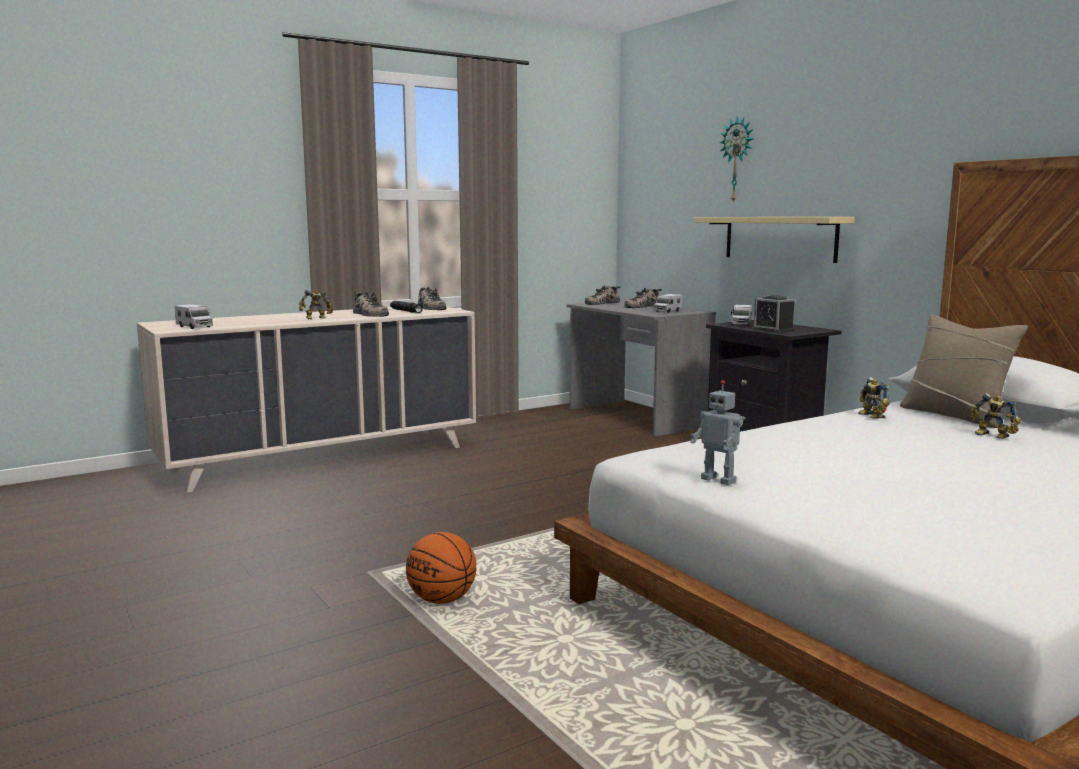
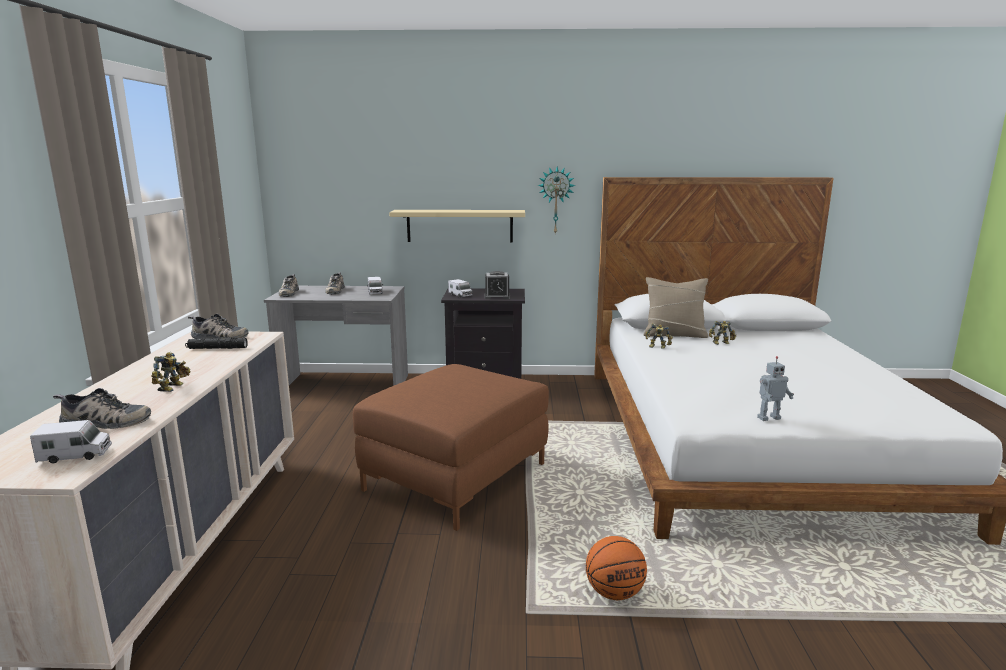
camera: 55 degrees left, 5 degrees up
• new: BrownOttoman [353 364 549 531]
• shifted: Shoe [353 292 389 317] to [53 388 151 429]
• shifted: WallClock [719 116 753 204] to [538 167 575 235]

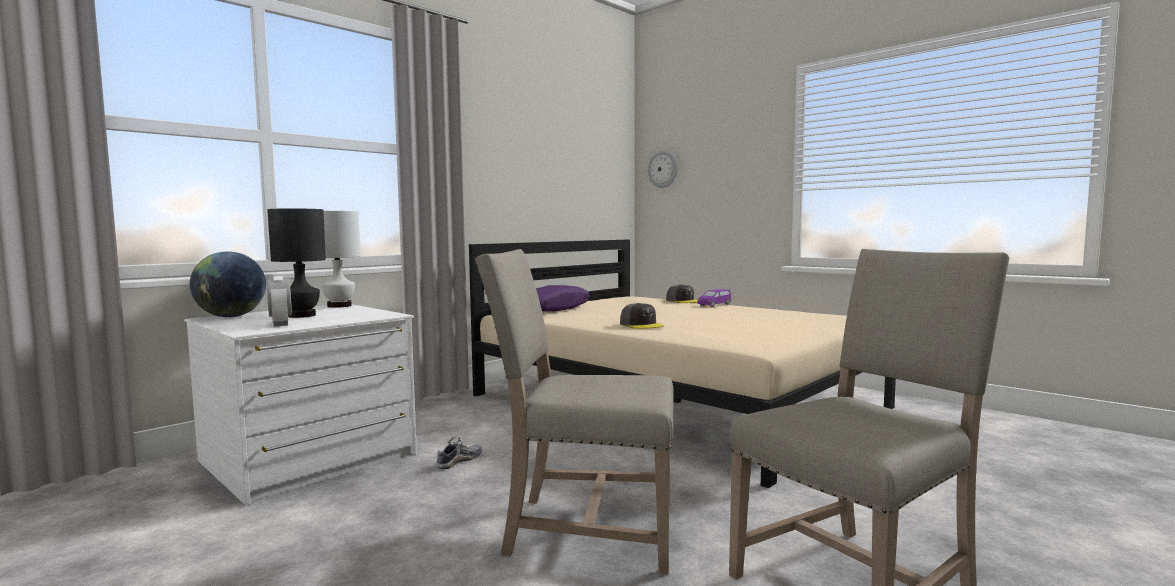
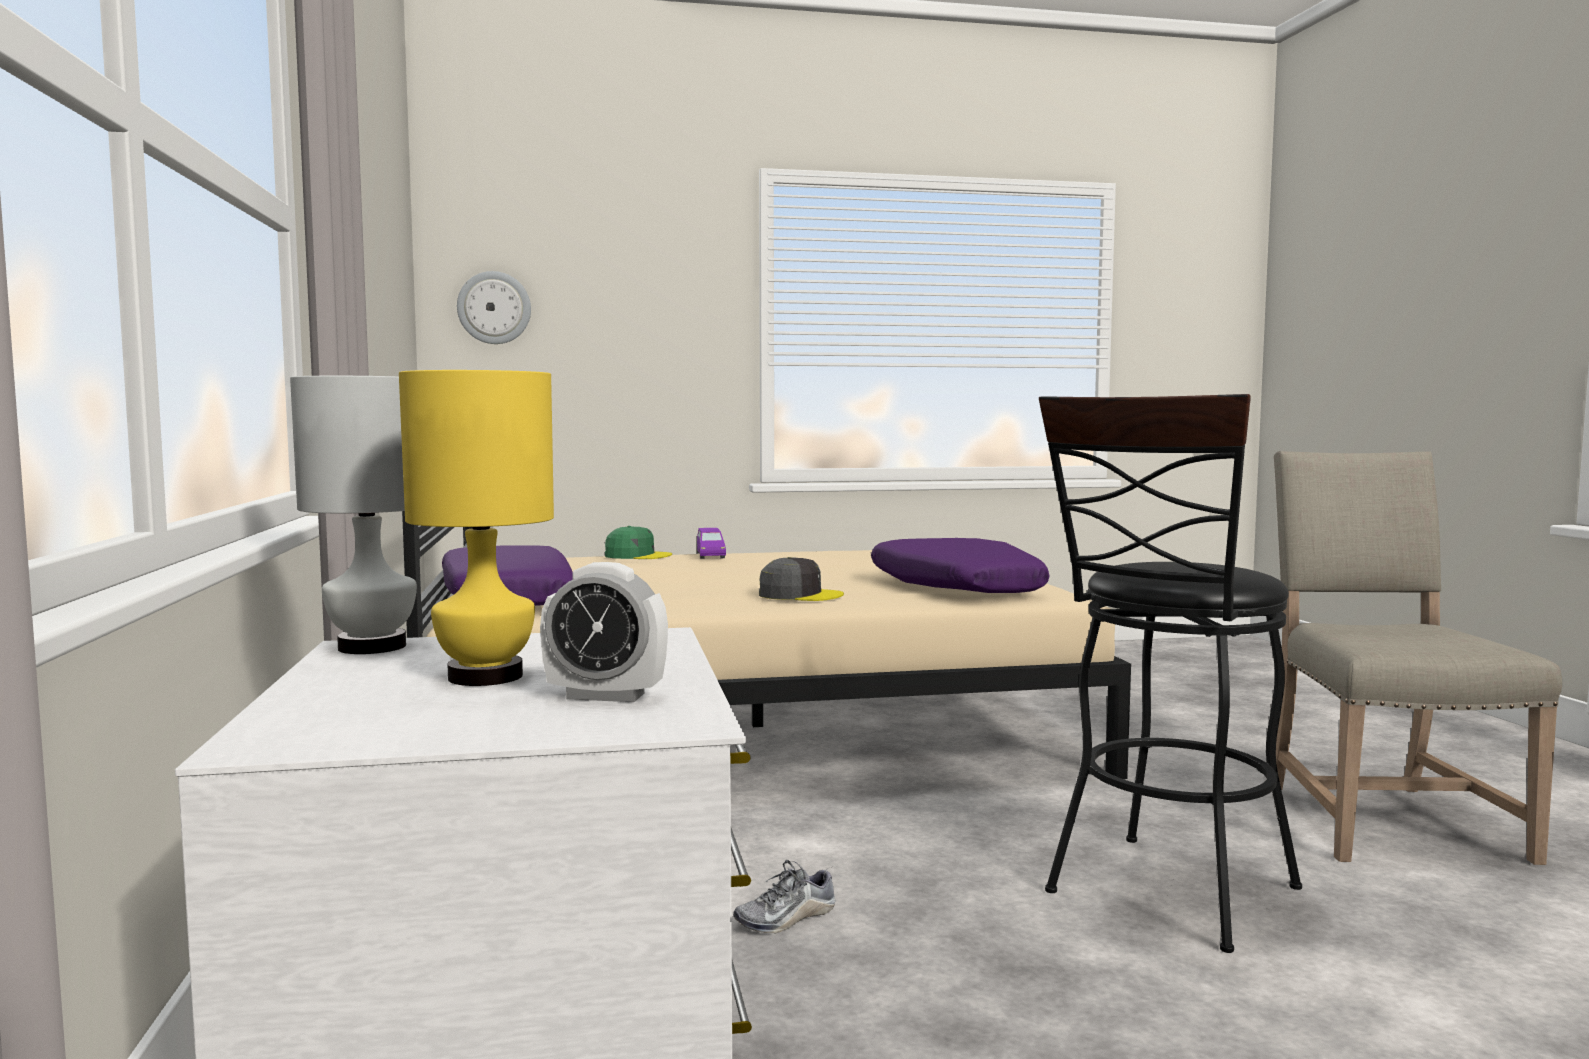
camera: 55 degrees left, 0 degrees up
• gone: Globe [190 251 266 317]
• new: PurplePillow [871 538 1050 593]
• swapped: BeigeChair [475 249 674 575] to BlackStool [1039 394 1302 953]
• repainted: BlackTableLamp [267 209 326 318] to YellowTableLamp [399 370 554 686]
• repainted: GreyCap [666 284 698 303] to GreenCap [605 526 672 559]
• rotated: Shoe [436 436 482 469] = [733 860 835 934] 105 degrees counterclockwise

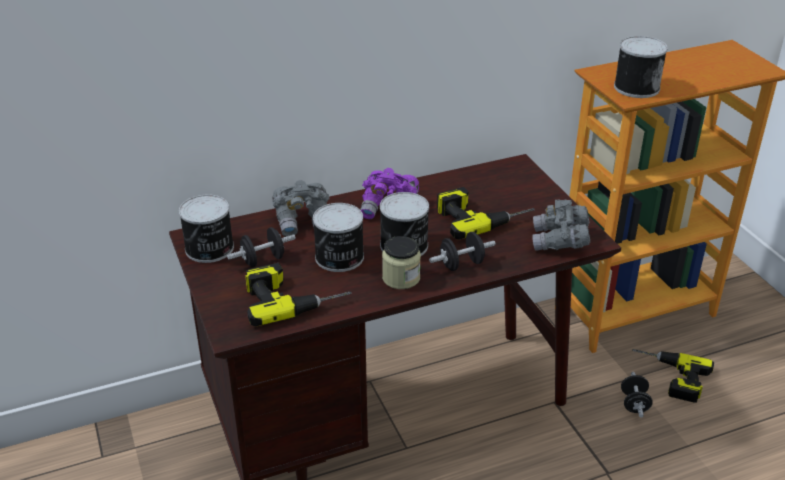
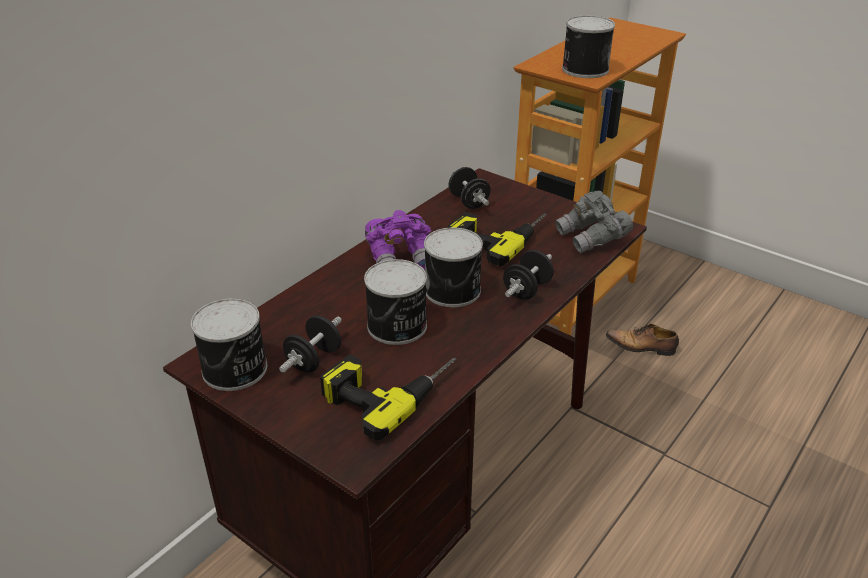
camera: 30 degrees left, 0 degrees up
• gone: GreyBinoculars [272 180 330 237]
• gone: Jar [382 236 421 289]
• shifted: BlackDumbbell [621 372 653 418] to [448 167 491 209]
• swapped: PowerDrill [632 349 714 403] to Shoe [606 323 679 356]

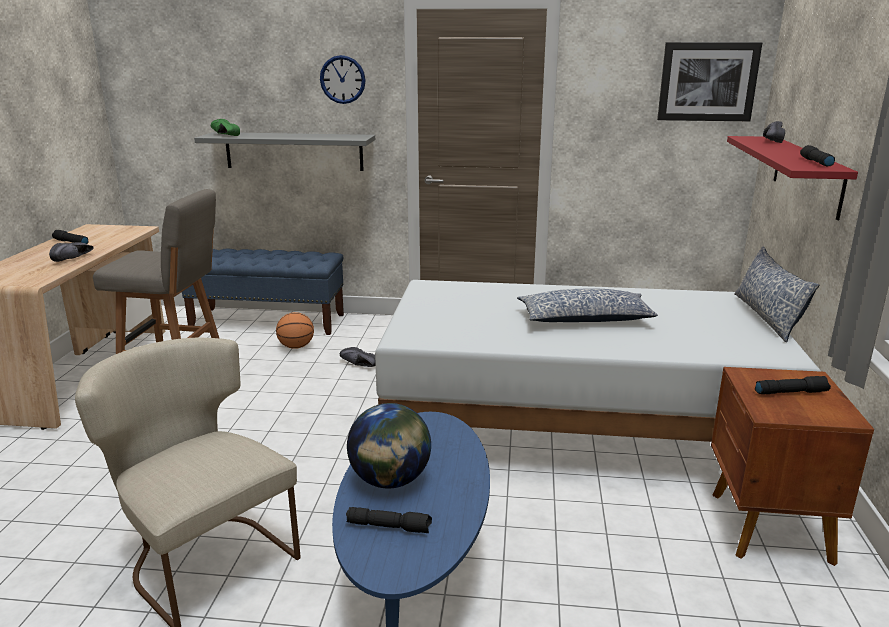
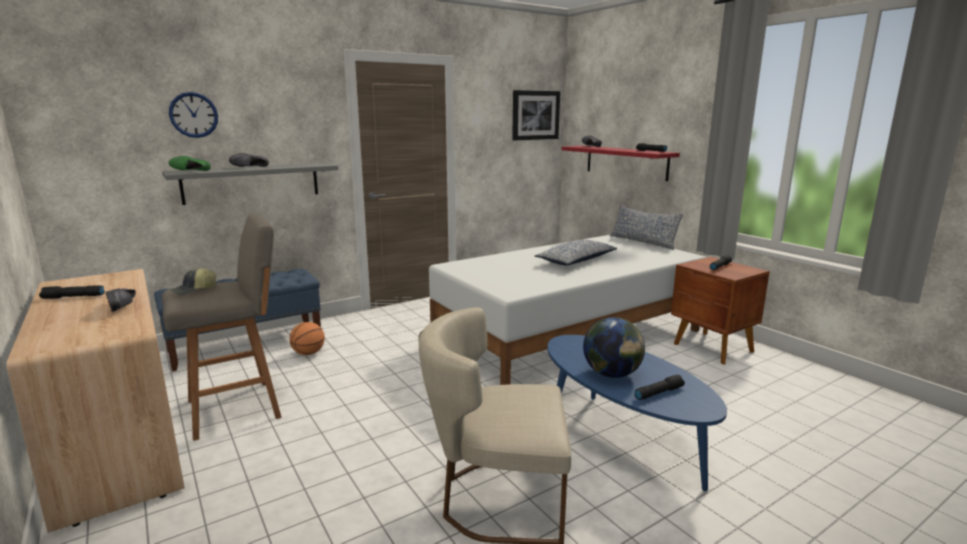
camera: 40 degrees left, 5 degrees down
• new: Cap [171 268 216 295]
• shifted: WallClock [320 55 365 104] to [169 92 218 138]
• shifted: BlackShoe [340 347 376 367] to [229 153 269 167]

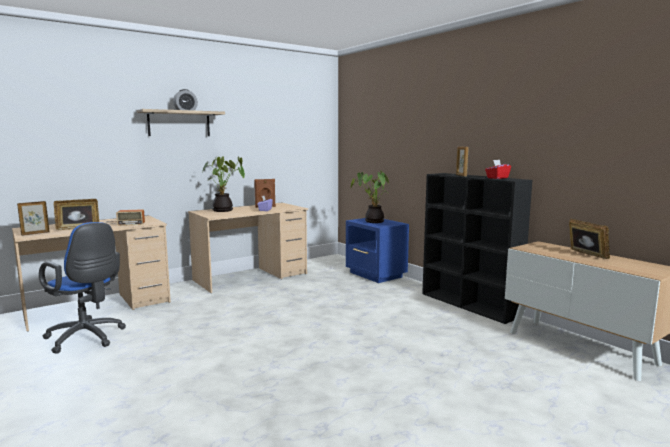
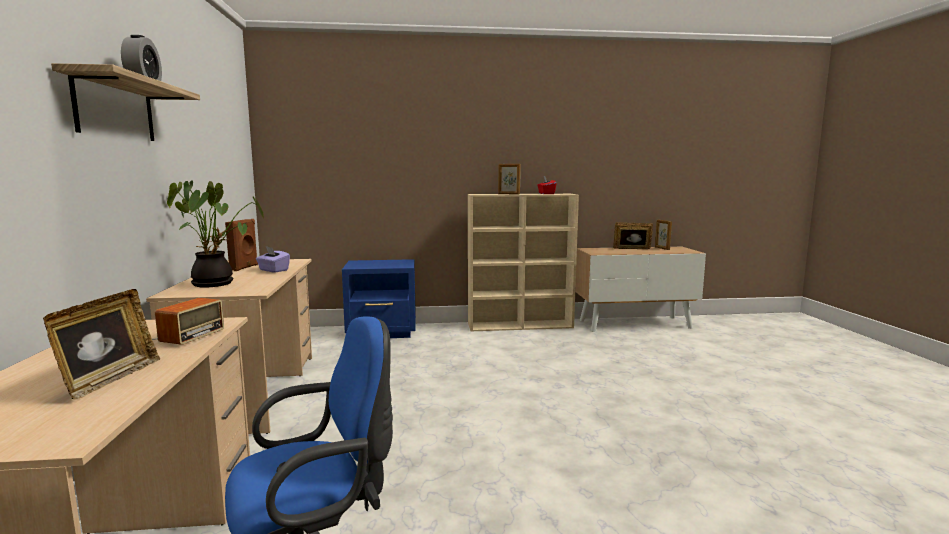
camera: 60 degrees left, 0 degrees up
• gone: PottedPlant [351 170 389 223]
• shifted: PictureFrame [17 201 50 236] to [655 220 672 250]
• repainted: BlackBookcase [422 173 532 324] to BeigeBookcase [468 194 579 331]

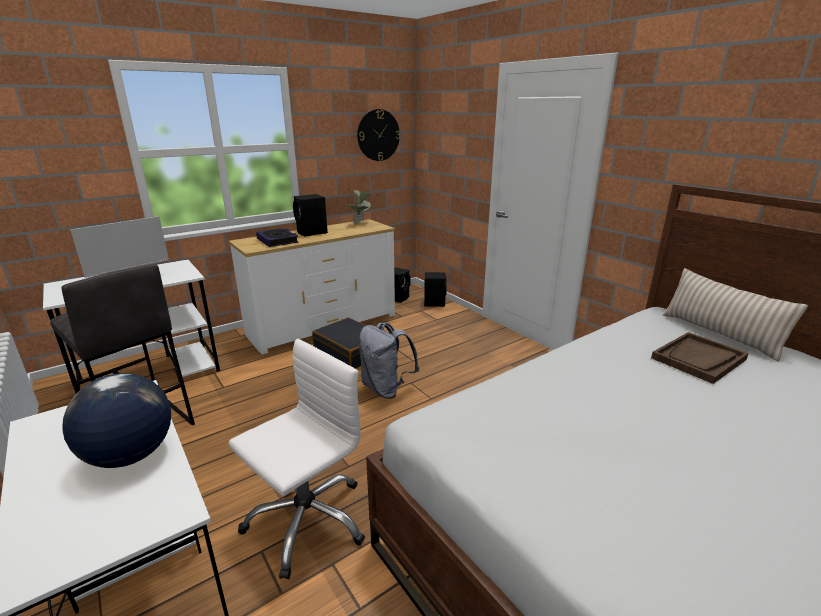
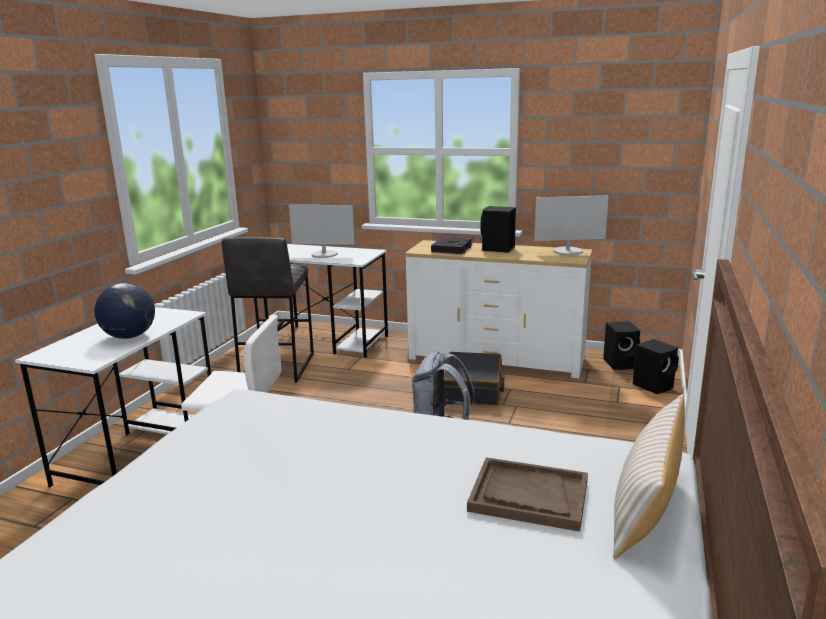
camera: 55 degrees right, 5 degrees down
• gone: WallClock [357 109 400 161]
• swapped: PottedPlant [348 189 371 224] to Monitor [534 195 609 255]

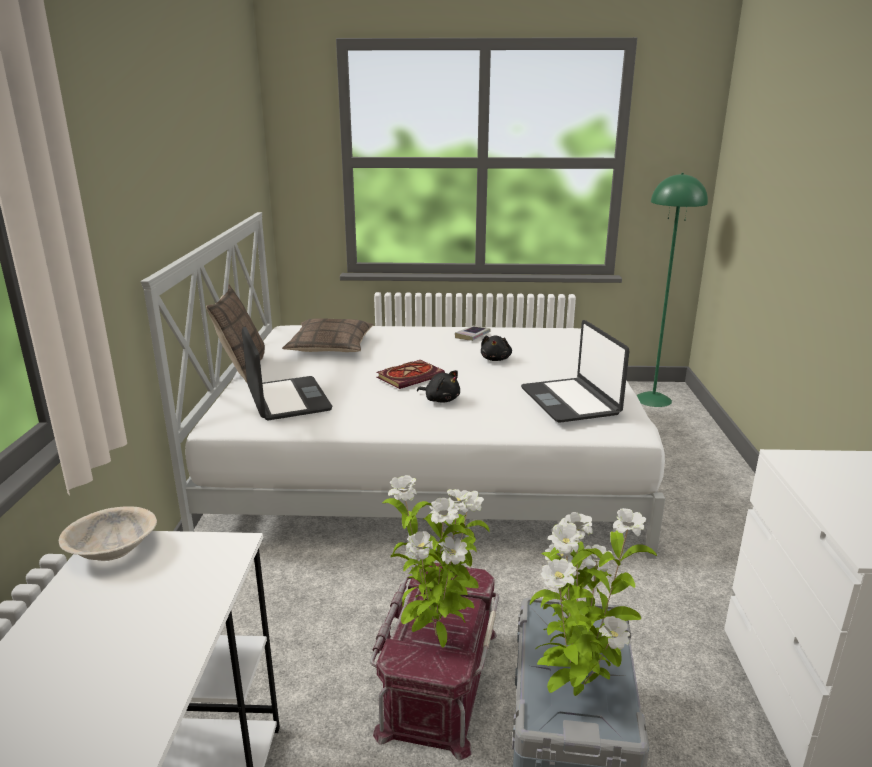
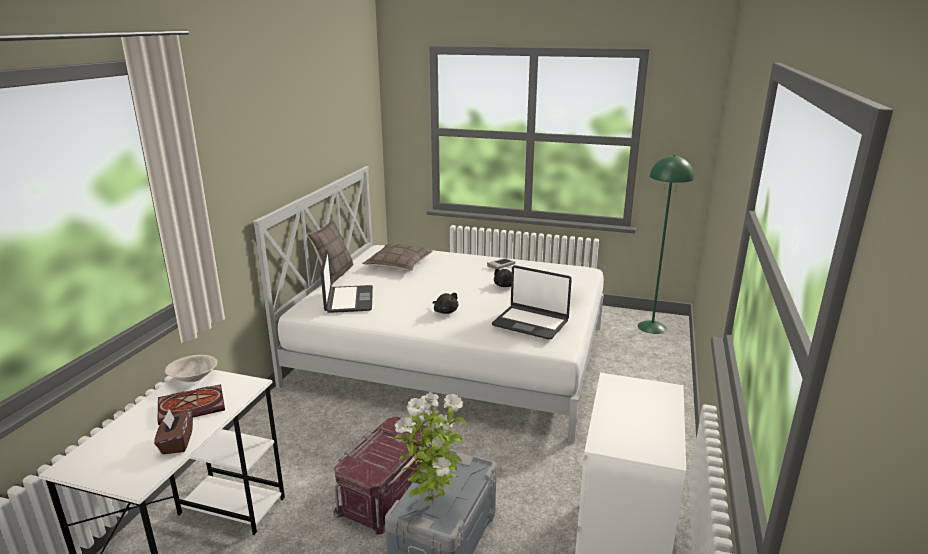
camera: 15 degrees right, 0 degrees up
• gone: PottedPlant [383 475 489 648]
• new: BrownTissueBox [154 409 193 454]
• shifted: Book [376 360 445 389] to [158 384 225 425]
• rotated: Laptop [521 320 629 423] = [492 265 572 340] 60 degrees counterclockwise

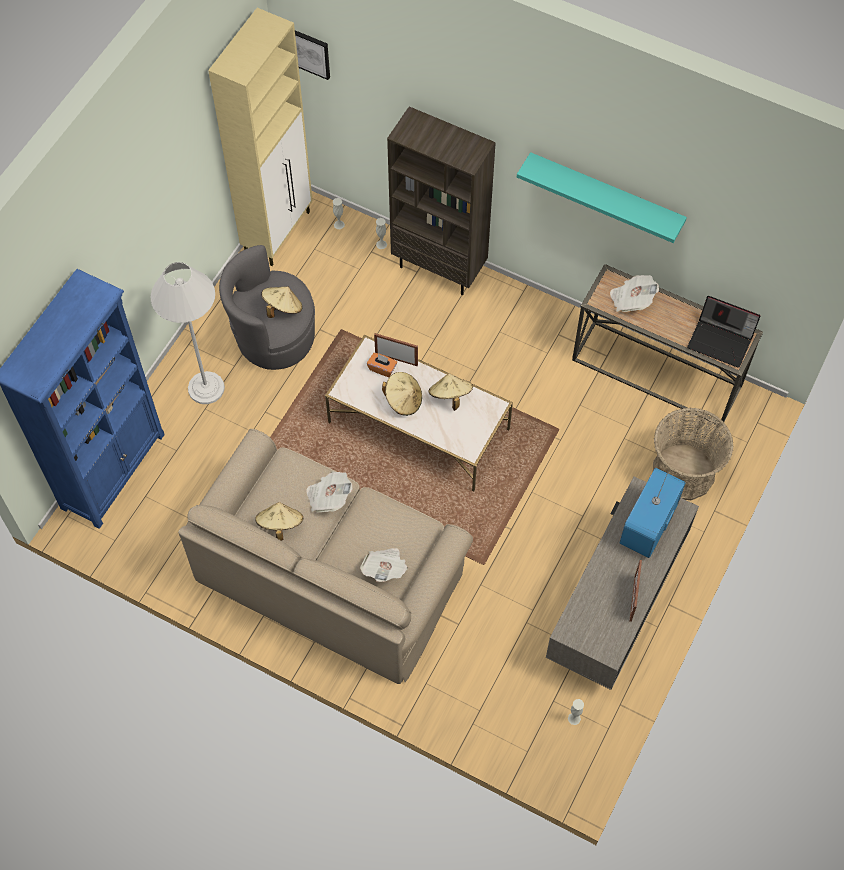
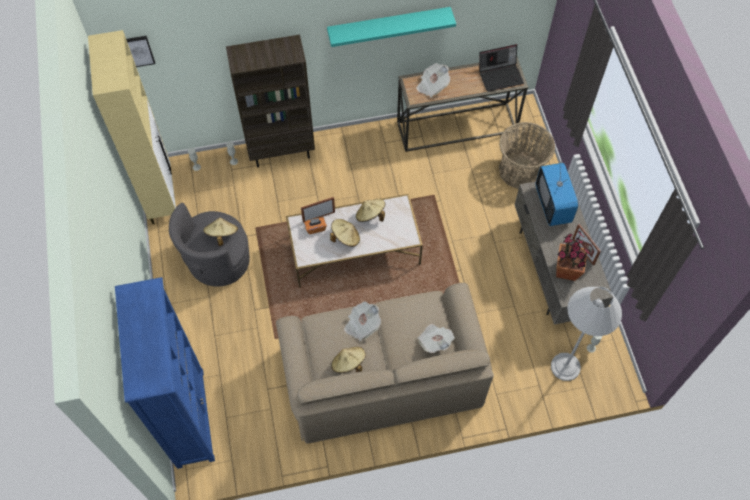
camera: 40 degrees left, 0 degrees up
• new: PottedPlant [556 231 591 281]
• shifted: WhiteFloorLamp [151 262 225 404] to [551 287 622 381]

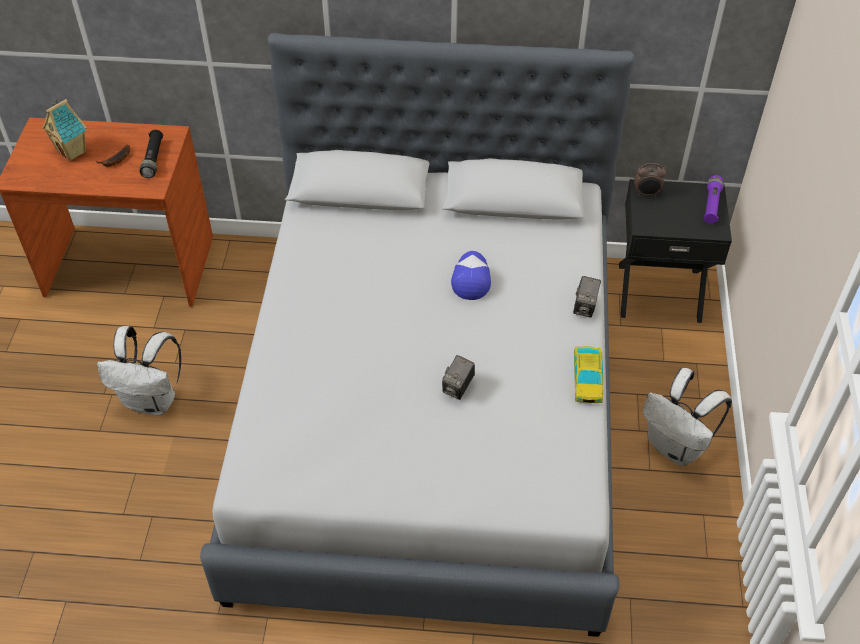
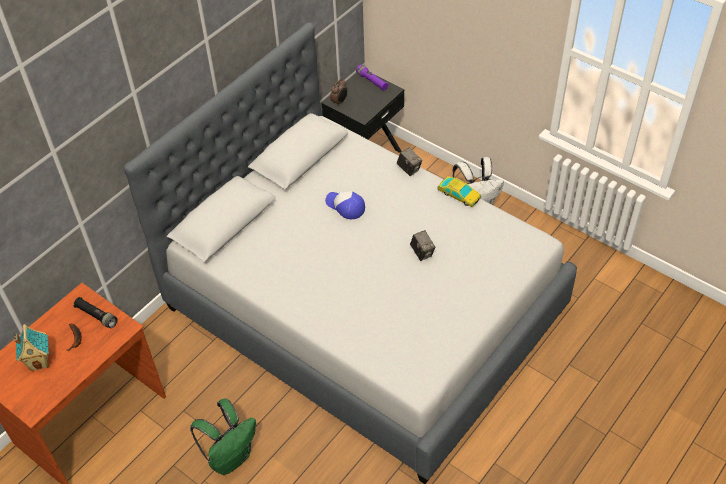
camera: 55 degrees left, 0 degrees up
• repainted: WhiteBackpack [97 326 181 415] to GreenBackpack [190 399 256 475]

